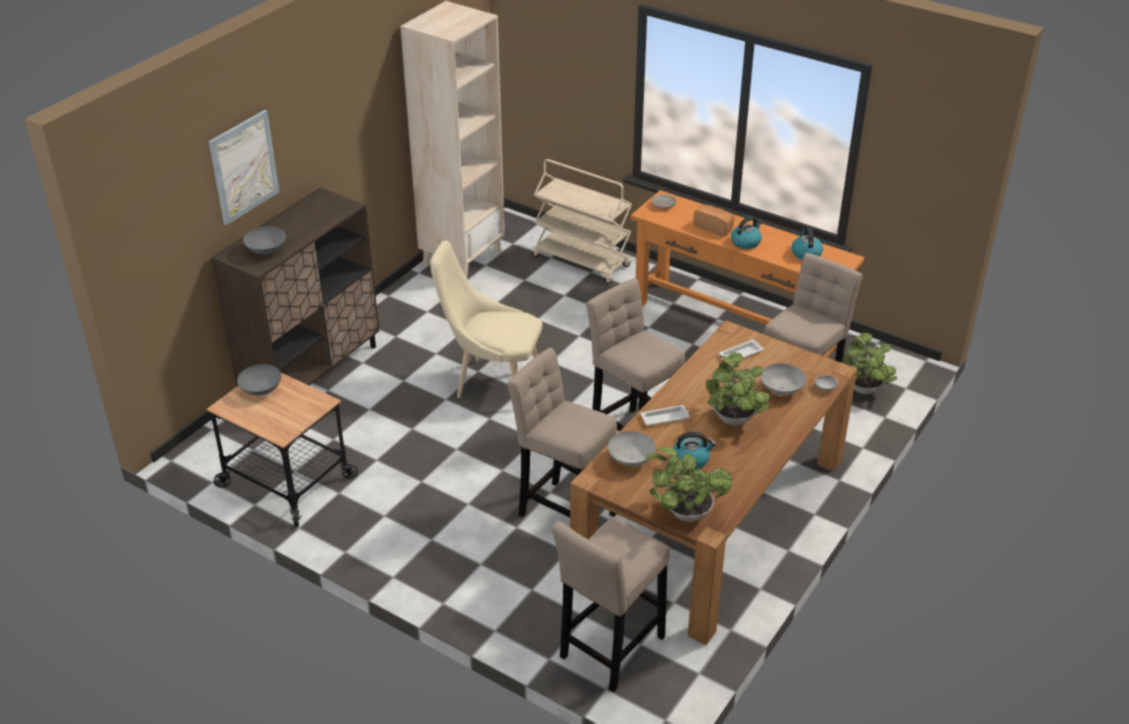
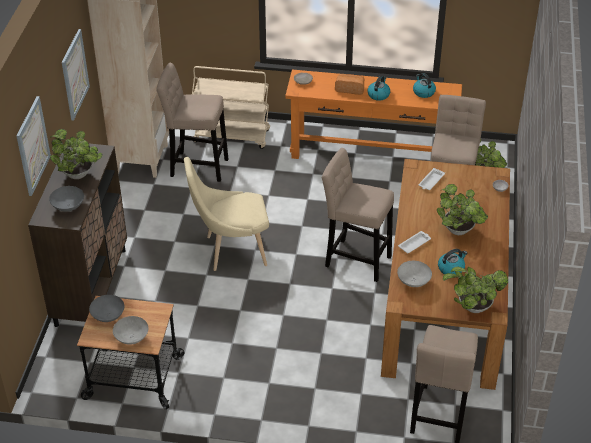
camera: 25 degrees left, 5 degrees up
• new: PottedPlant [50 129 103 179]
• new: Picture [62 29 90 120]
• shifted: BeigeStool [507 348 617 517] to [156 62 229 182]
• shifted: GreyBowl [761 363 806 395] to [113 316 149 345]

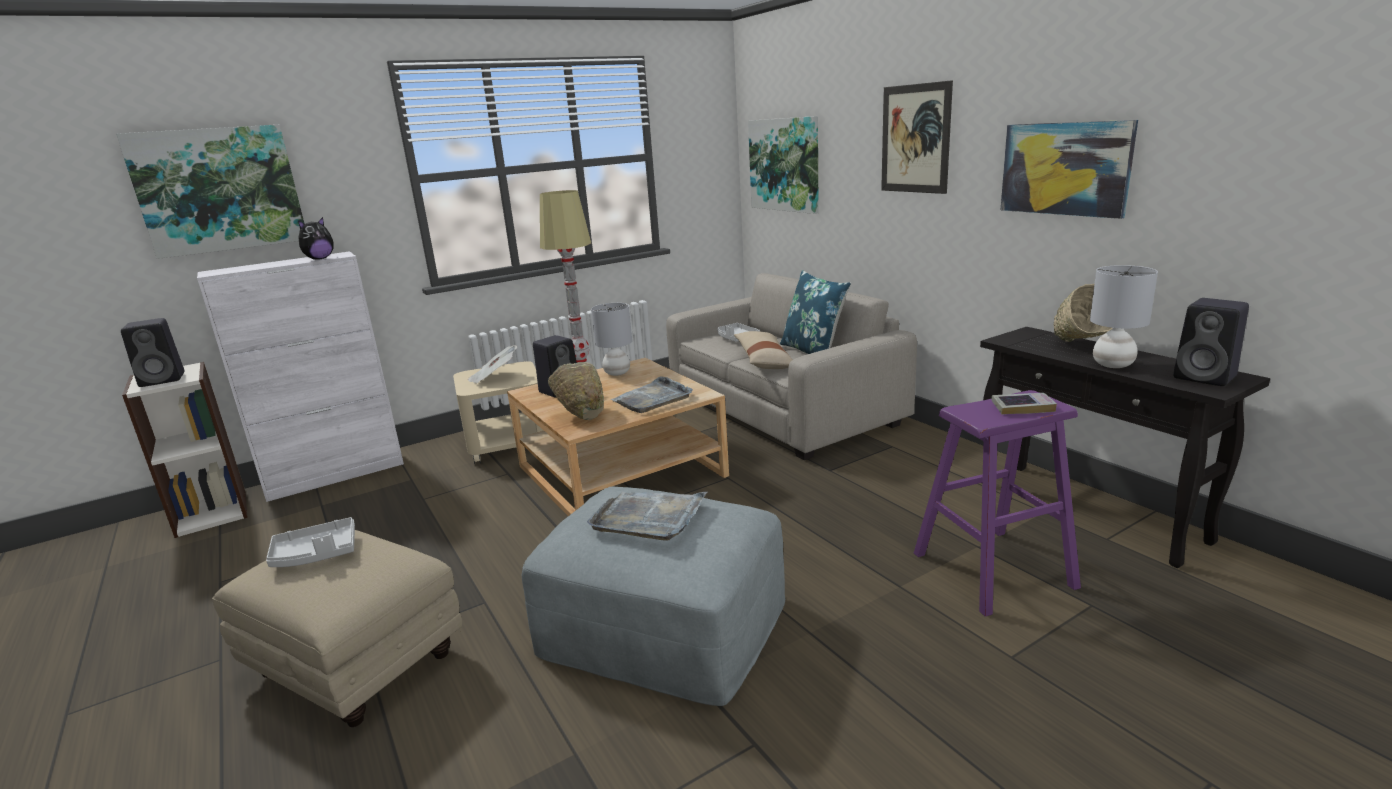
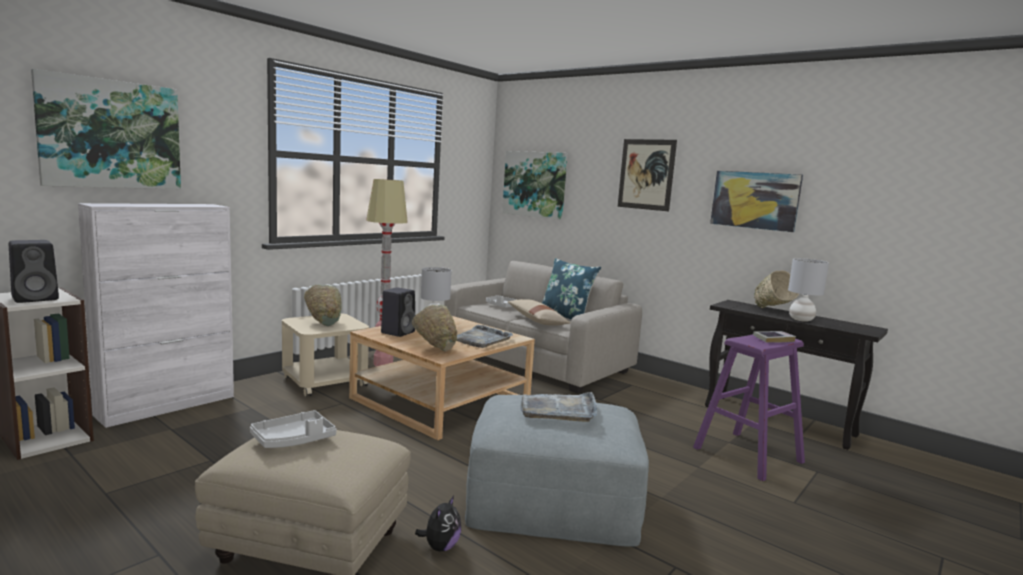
camera: 20 degrees left, 10 degrees down
• gone: BlackSpeaker [1173 298 1249 386]
• shifted: PlushToy [298 217 334 260] to [415 496 461 551]
• swapped: Newspaper [468 345 517 384] to GreenBowl [304 285 342 326]

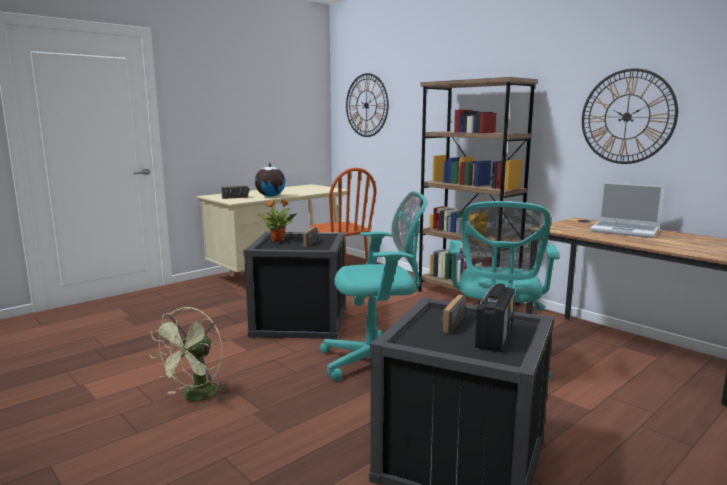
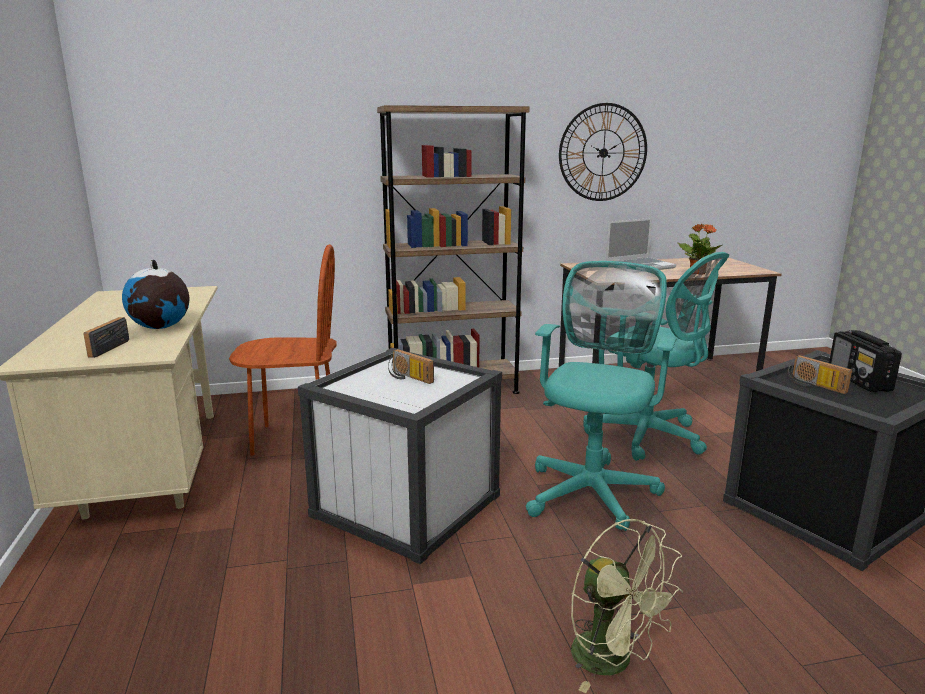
camera: 60 degrees left, 5 degrees up
• gone: WallClock [346 73 389 137]
• shifted: PottedPlant [258 199 297 242] to [678 224 722 274]
• repainted: BlackStorageBox [243 231 346 340] to WhiteStorageBox [298 348 502 564]
• rotated: Radio [475 284 515 352] = [829 330 902 392] 150 degrees counterclockwise

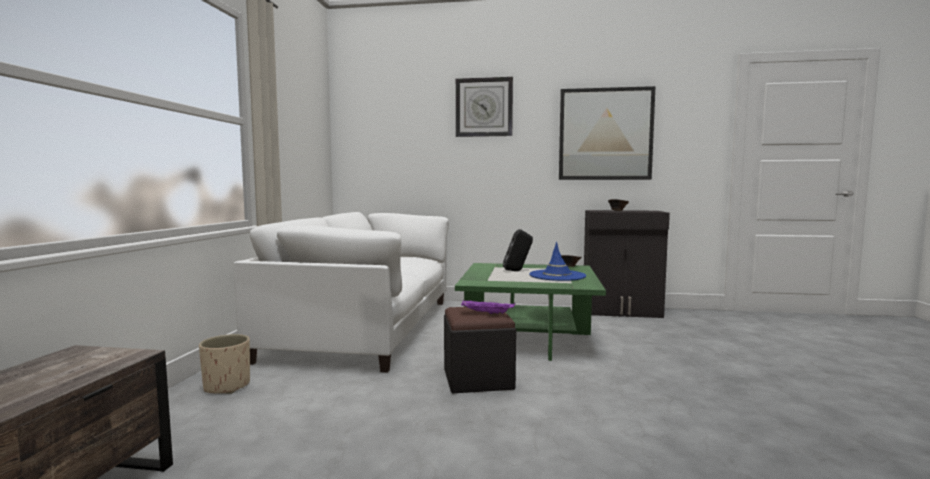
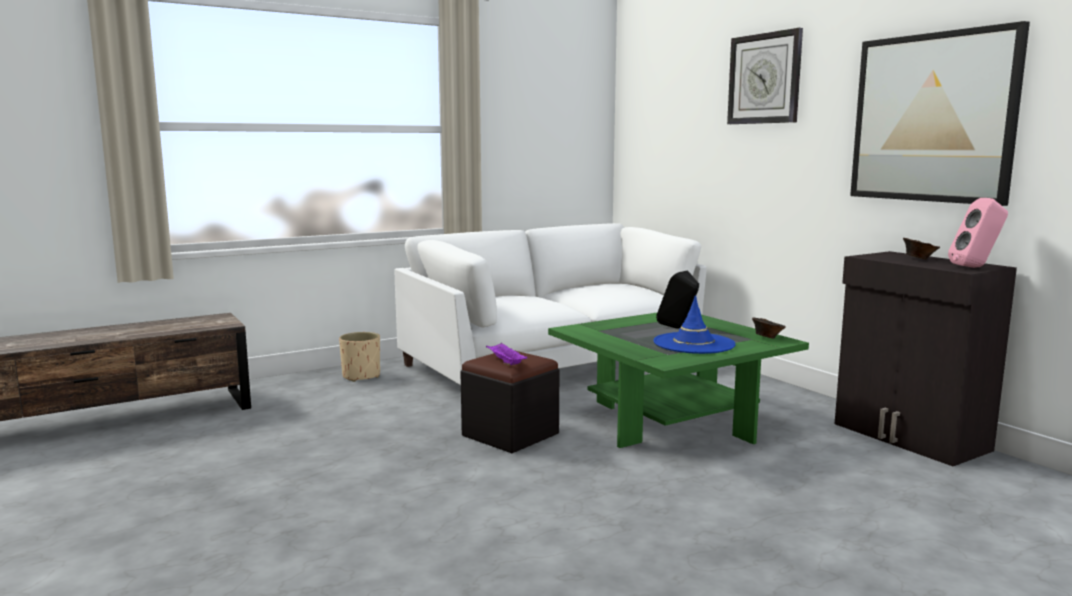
camera: 50 degrees right, 5 degrees up
• new: PinkSpeaker [948 198 1008 268]

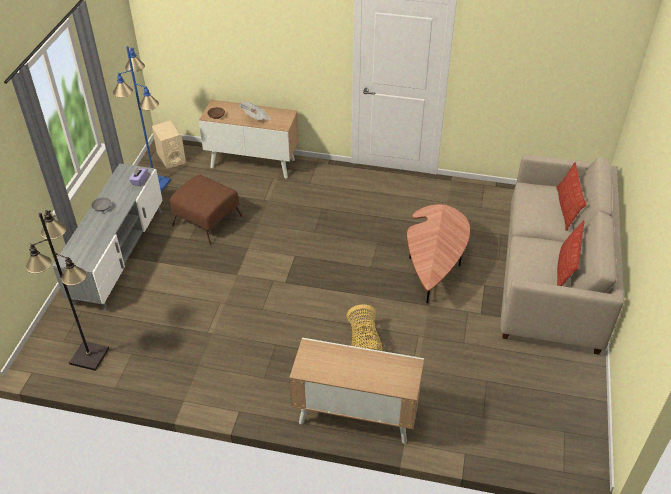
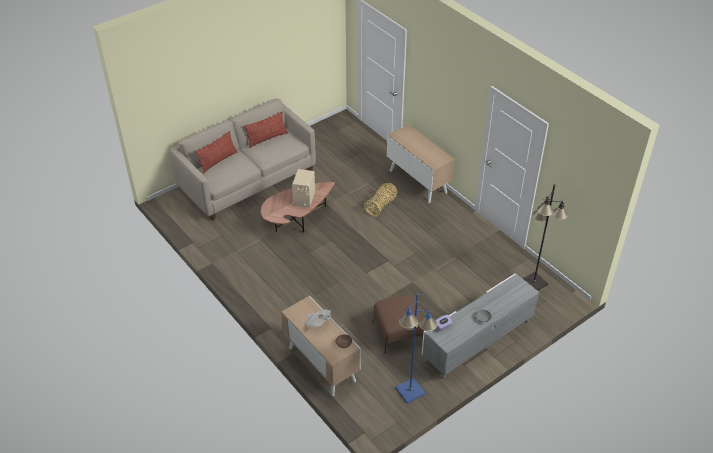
camera: 140 degrees left, 0 degrees up
• shifted: BeigeSpeaker [152 121 186 169] to [292 169 315 208]

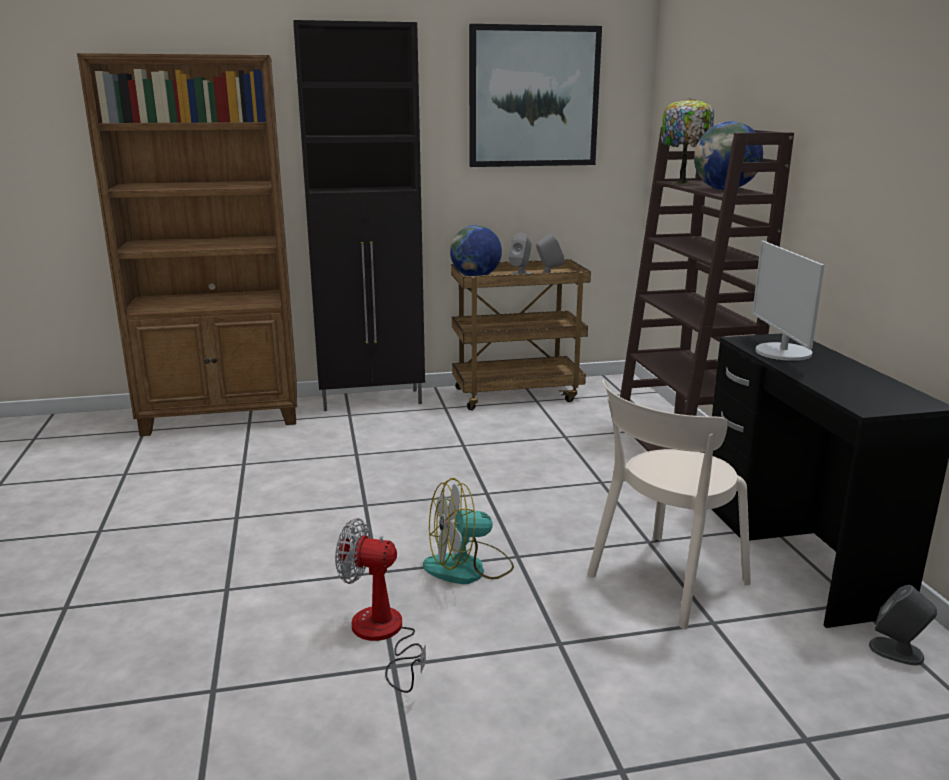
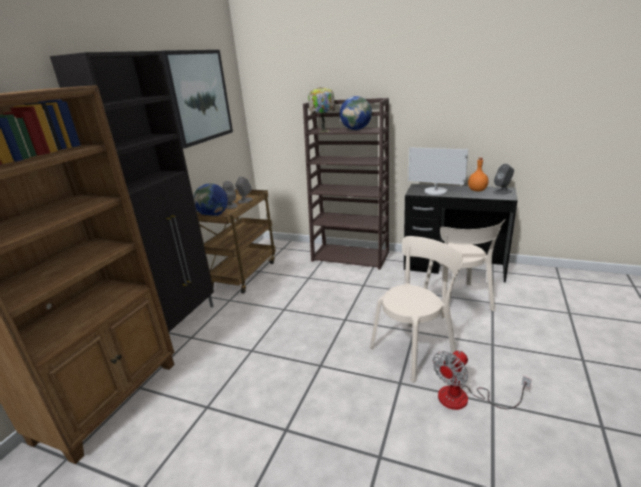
camera: 55 degrees left, 5 degrees up
• new: OrangeBottle [468 157 489 191]
• shifted: GreySpeaker [869 585 937 665] to [493 164 514 195]
• swapped: Fan [423 478 514 584] to BeigeChair [370 236 464 382]

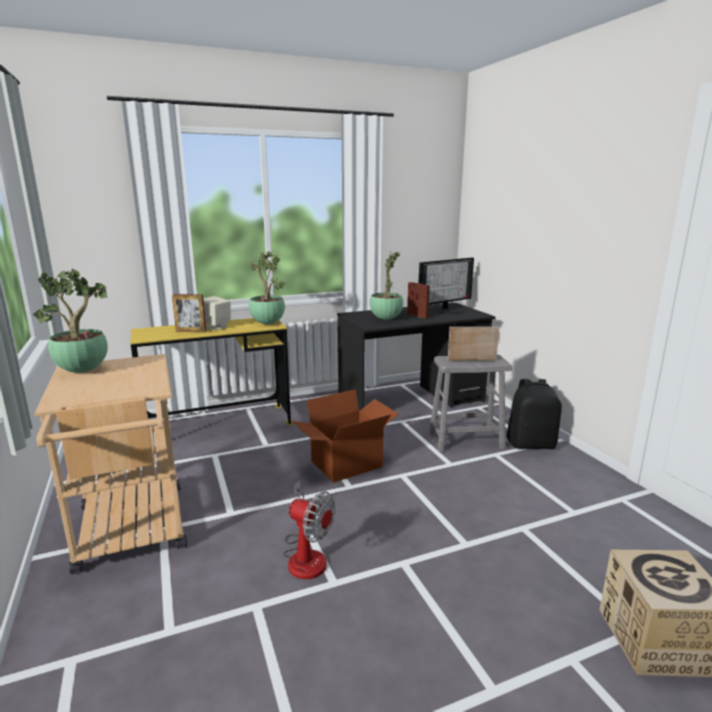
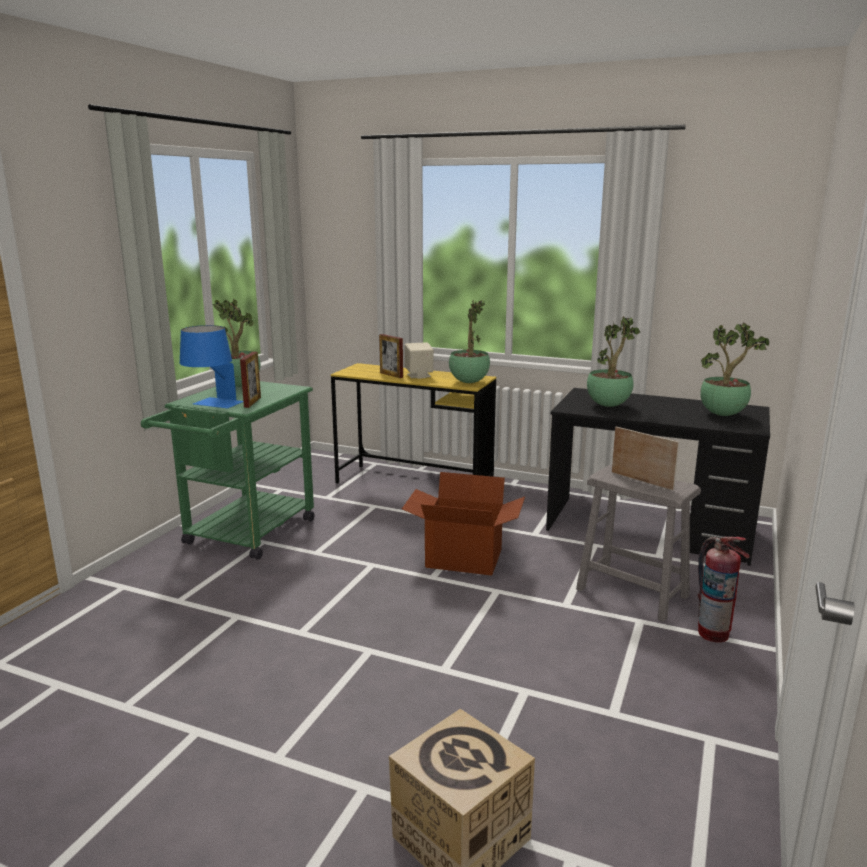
camera: 45 degrees right, 0 degrees up
• gone: Fan [283 481 335 579]
• new: BlueTableLamp [180 325 243 408]
• shifted: PictureFrame [407 282 430 319] to [240 352 261 408]
• swapped: Monitor [419 258 474 314] to PottedPlant [700 322 769 416]
• swapped: BlackBackpack [507 379 562 449] to FireExtinguisher [698 537 750 642]
• repainted: BeigeCart [34 354 188 574] to GreenCart [141 381 315 560]

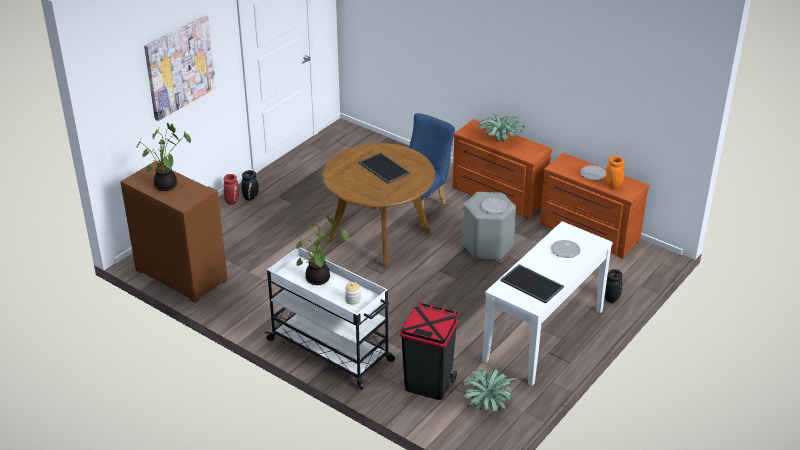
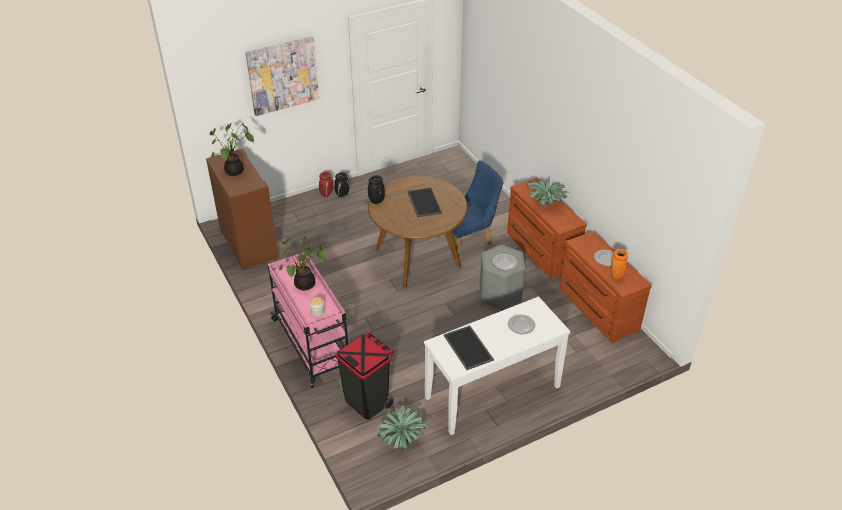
camera: 25 degrees right, 5 degrees up
• shifted: BlackVase [605 269 623 303] to [368 175 385 204]
• repainted: WhiteCart [265 247 395 390] to PinkCart [268 253 348 388]

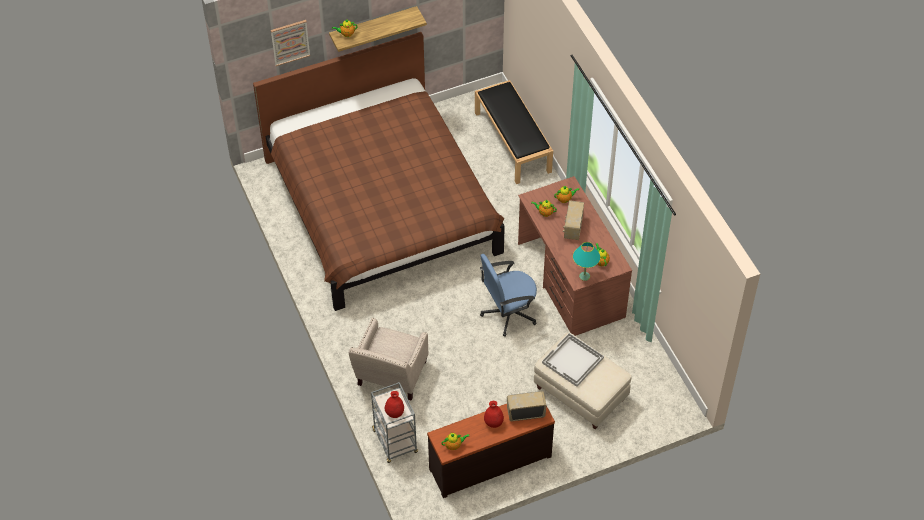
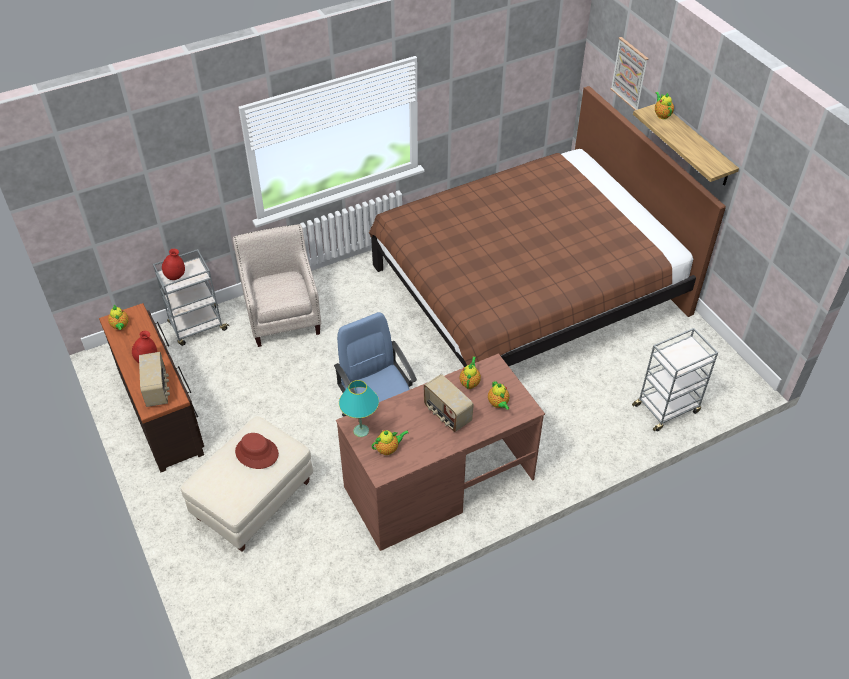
camera: 85 degrees right, 5 degrees down
• swapped: BlackBench [475 80 553 184] to GreyCart [632 328 718 431]
• swapped: WhiteTray [542 333 604 387] to RedHat [235 433 279 469]
• rotated: BeigeArmchair [349 318 428 401] = [233 224 321 347] 60 degrees clockwise
• rotated: Radio [563 200 584 240] = [424 374 474 432] 135 degrees counterclockwise

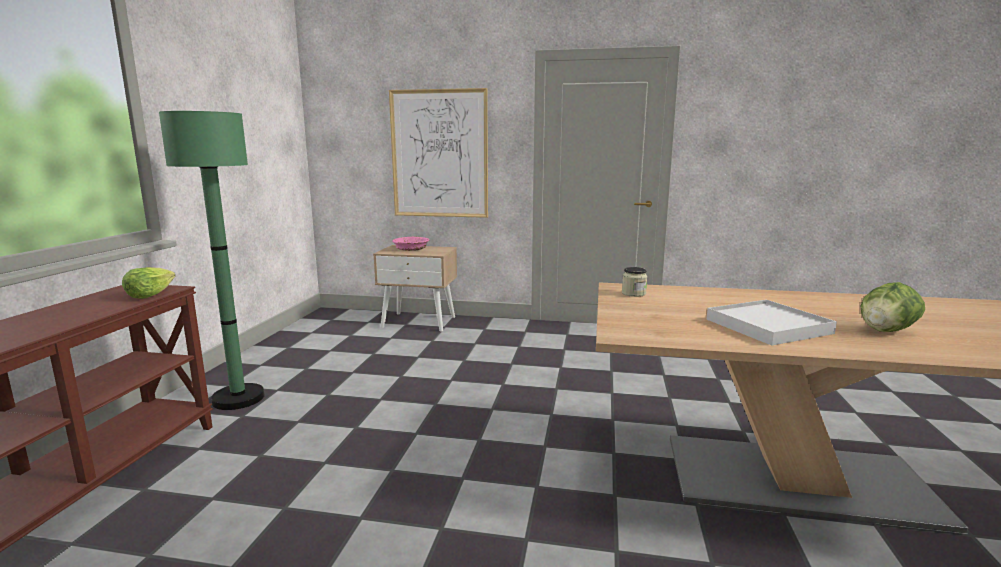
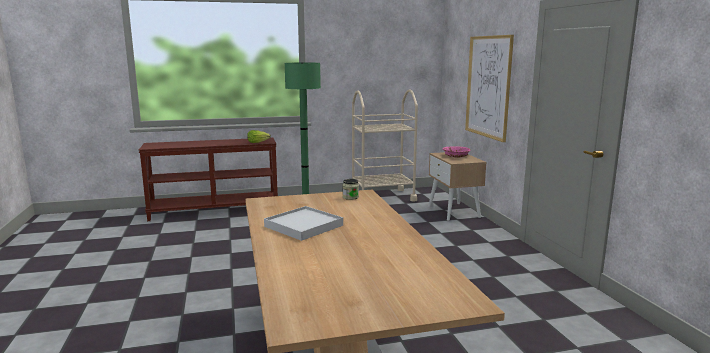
camera: 65 degrees right, 0 degrees up
• gone: Lettuce [861 282 925 332]
• new: BeigeCart [352 90 418 202]

